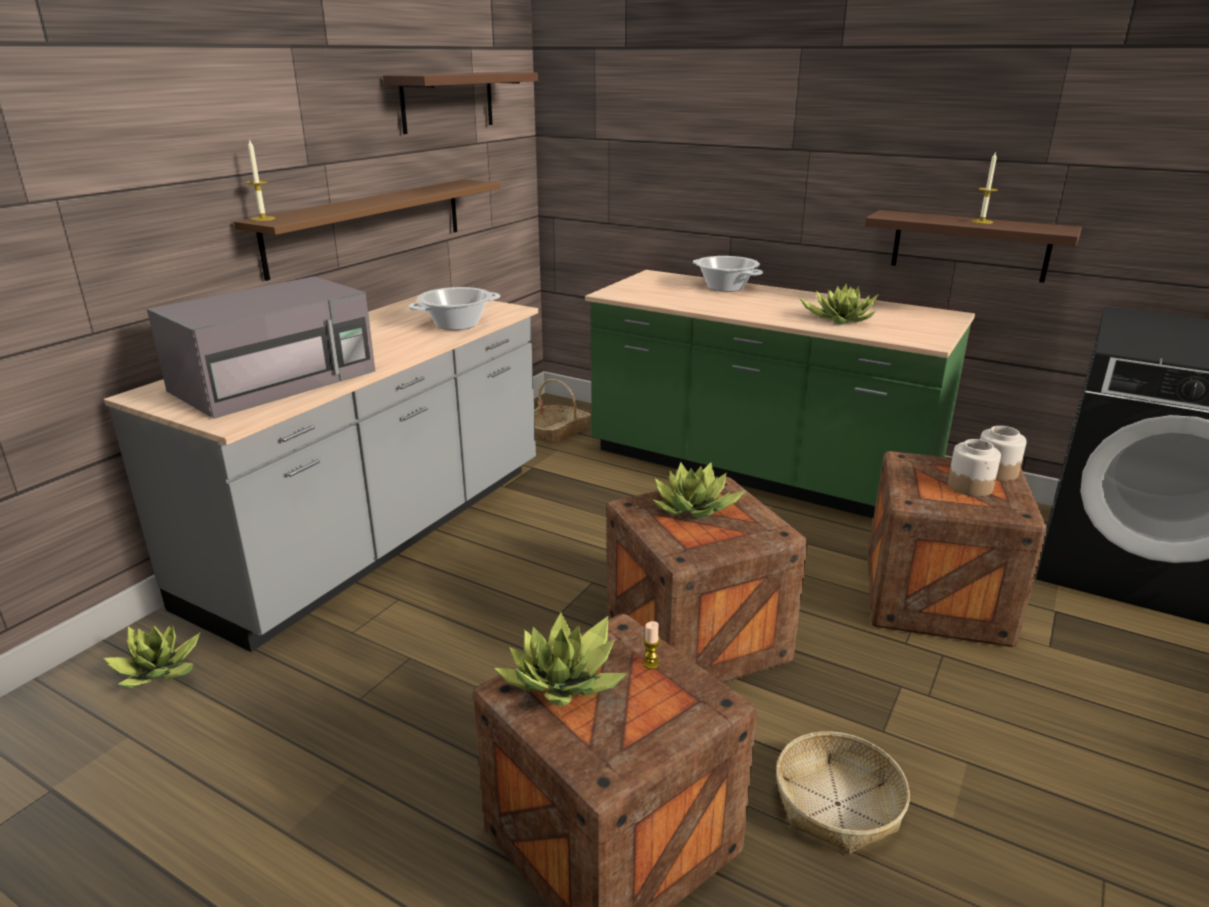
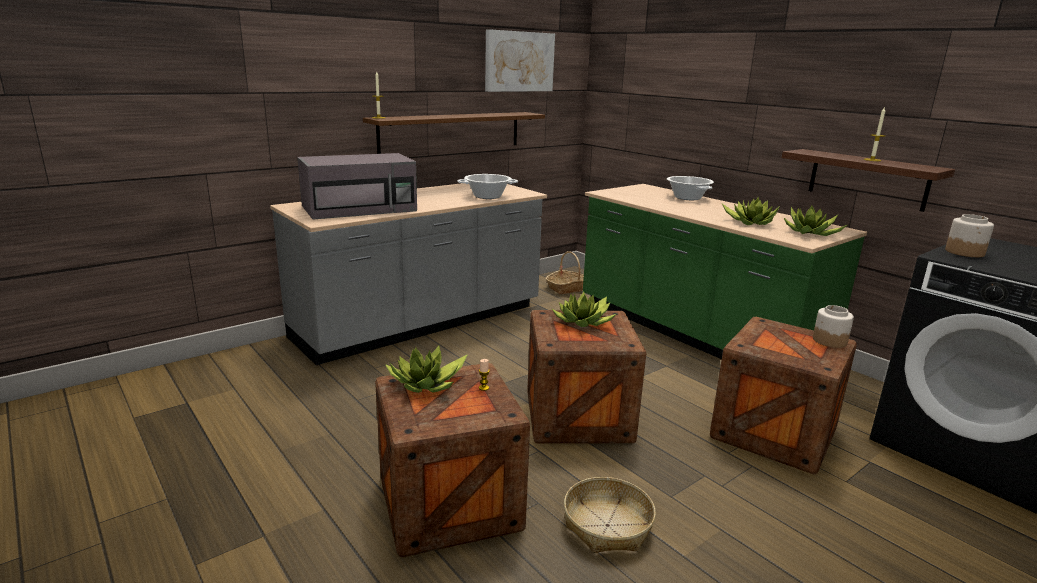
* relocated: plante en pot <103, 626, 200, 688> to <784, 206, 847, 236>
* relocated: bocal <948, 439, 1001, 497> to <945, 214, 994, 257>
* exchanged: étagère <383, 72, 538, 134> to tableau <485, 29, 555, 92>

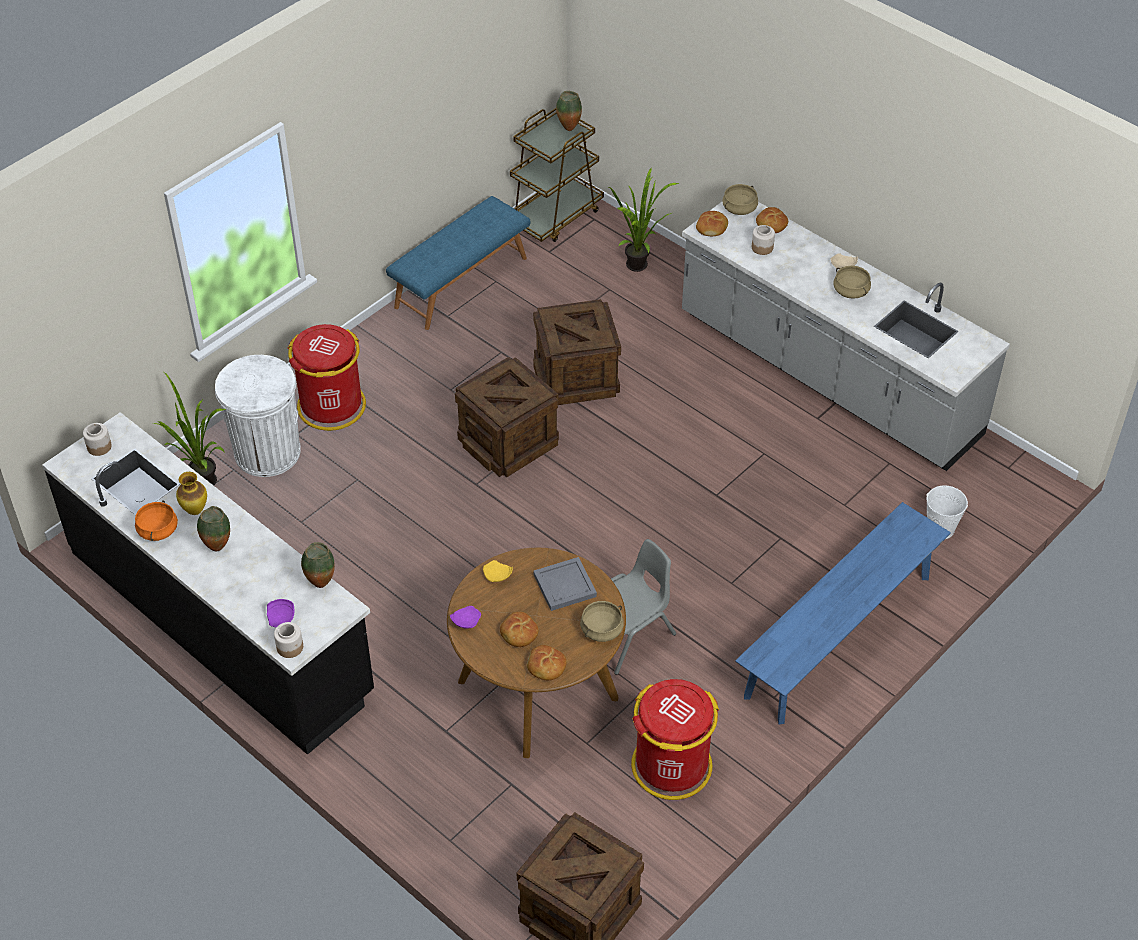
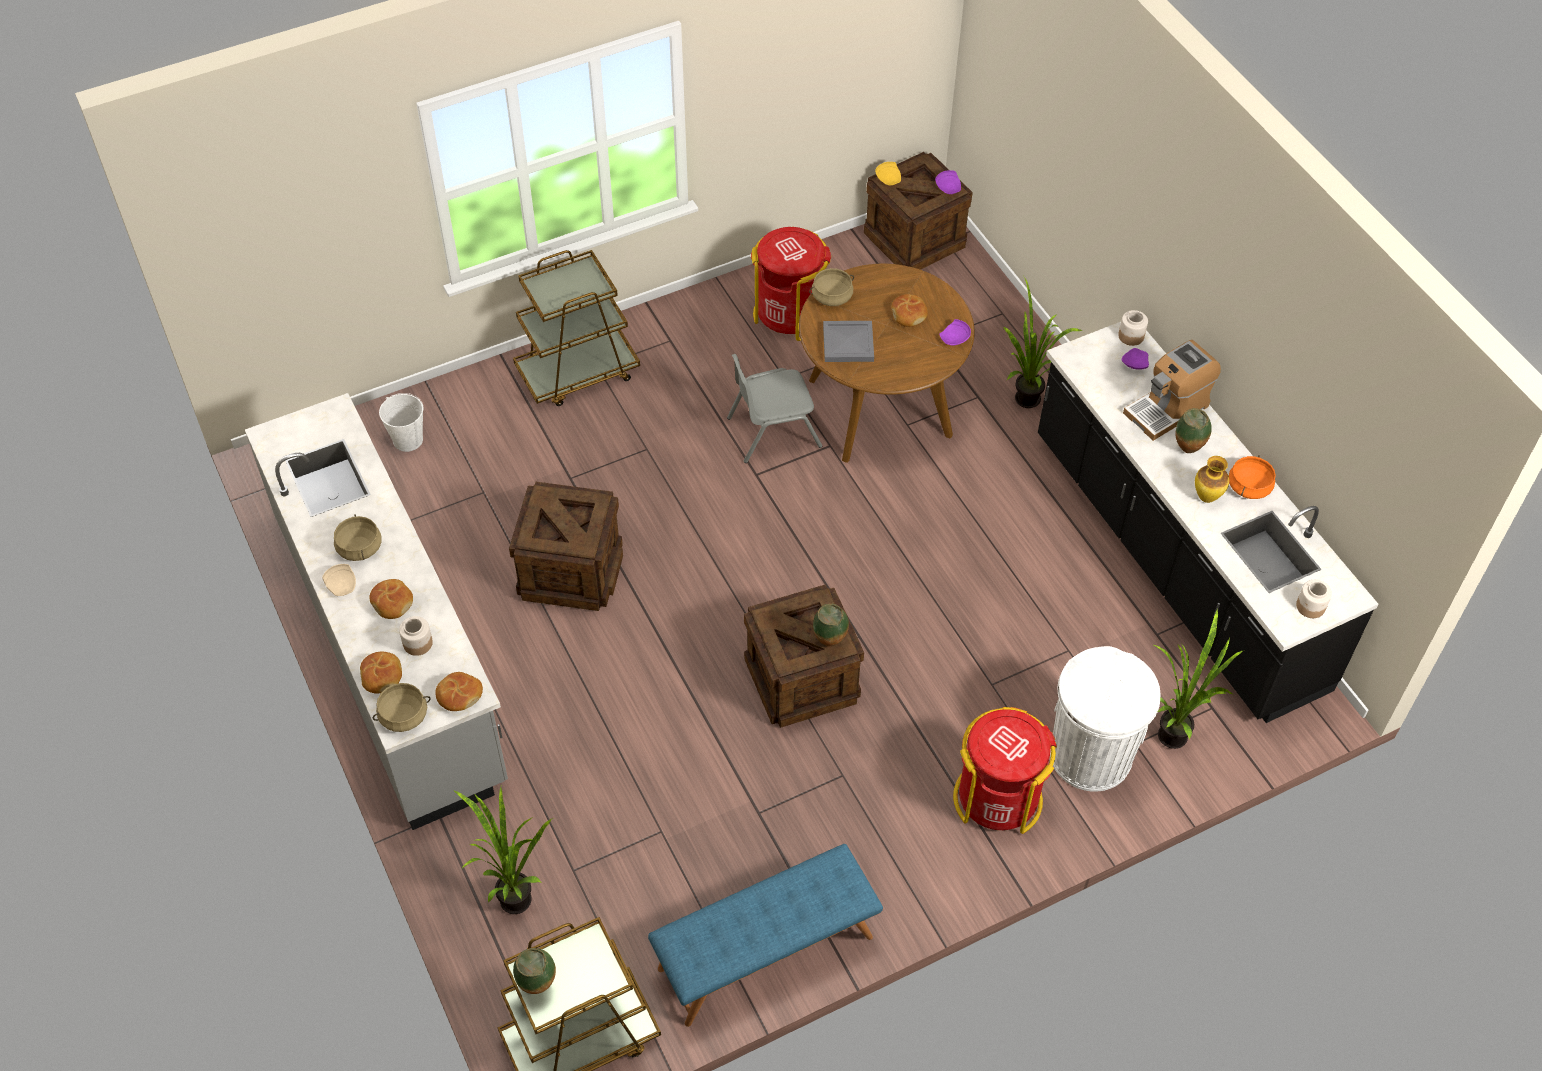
* appeared: assiette (violet) <935, 170, 961, 194>
* appeared: plante en pot <1004, 277, 1083, 408>
* appeared: machine à café <1123, 340, 1221, 441>
* relocated: vase <301, 542, 335, 588> to <813, 604, 849, 647>
* relocated: assiette (jaune) <483, 560, 513, 582> to <875, 162, 901, 185>
* relocated: pain <527, 645, 567, 680> to <369, 579, 413, 619>
* relocated: caisse <533, 299, 621, 405> to <509, 482, 623, 611>
* exchanged: banc (bleu) <735, 502, 951, 724> to chariot (marron) <513, 250, 640, 406>

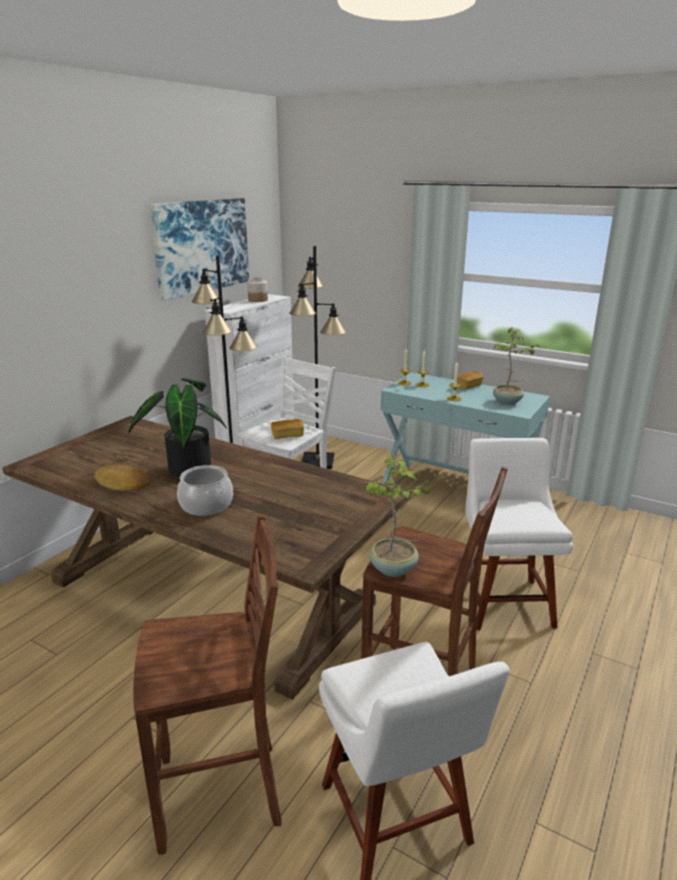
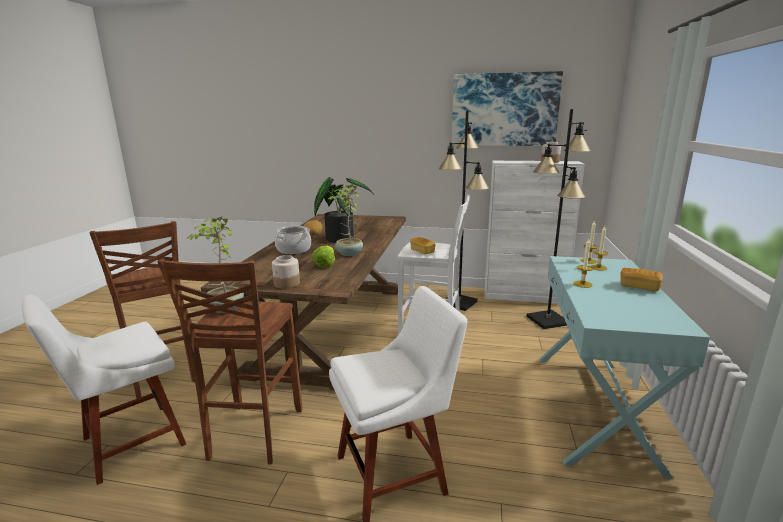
* appeared: bocal <272, 255, 300, 289>
* appeared: laitue <312, 246, 335, 267>
* relocated: plante en pot <492, 327, 539, 405> to <328, 184, 363, 256>

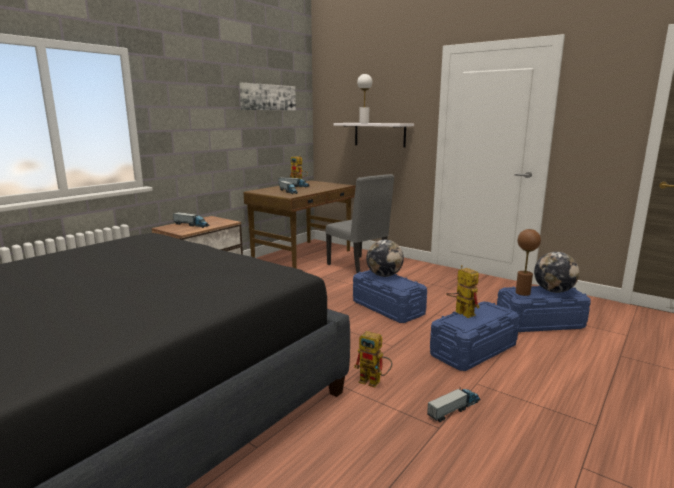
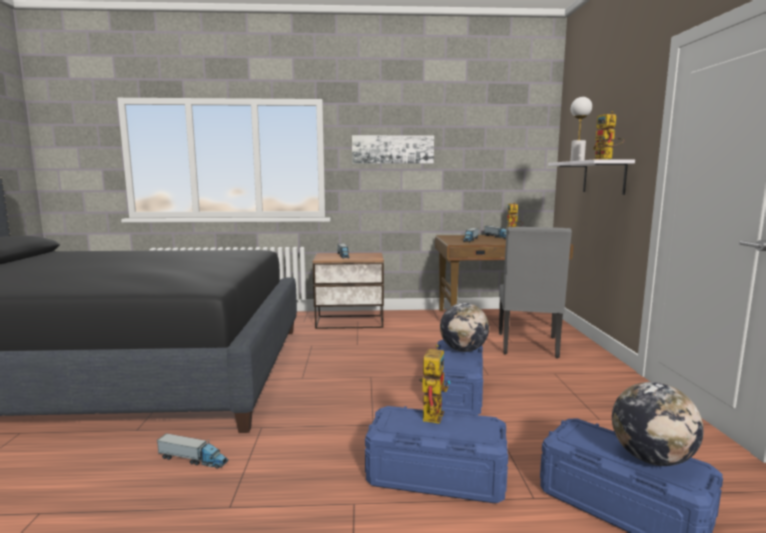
* missing: lampe de table (marron) <516, 229, 541, 296>
* relocated: tableau <239, 83, 296, 111> to <352, 135, 434, 164>
* relocated: robot jouet <354, 331, 392, 388> to <593, 111, 624, 160>
* relocated: camion jouet <427, 387, 481, 422> to <157, 433, 229, 469>

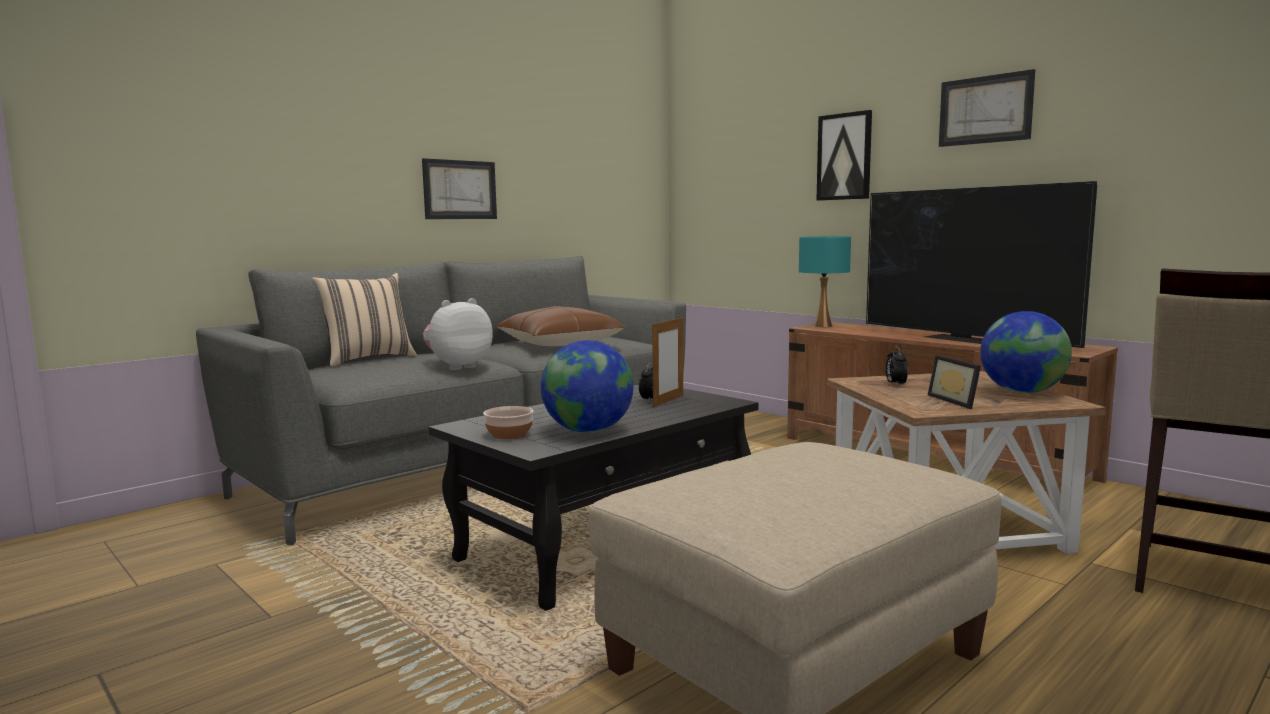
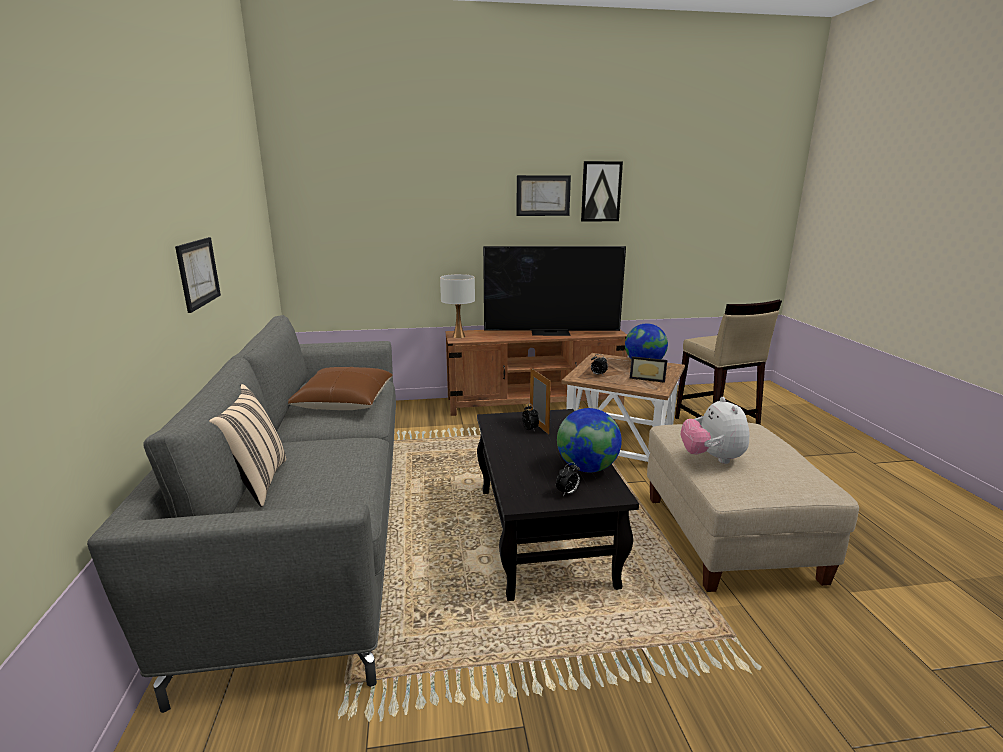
* relocated: peluche <423, 298, 493, 370> to <680, 397, 750, 464>
* relocated: tableau <816, 110, 872, 201> to <581, 161, 623, 222>
* exchanged: bol <483, 406, 533, 440> to réveil <556, 462, 581, 496>
* colour: lampe de table (turquoise) <799, 236, 851, 327> to lampe de table (blanc) <440, 274, 475, 338>

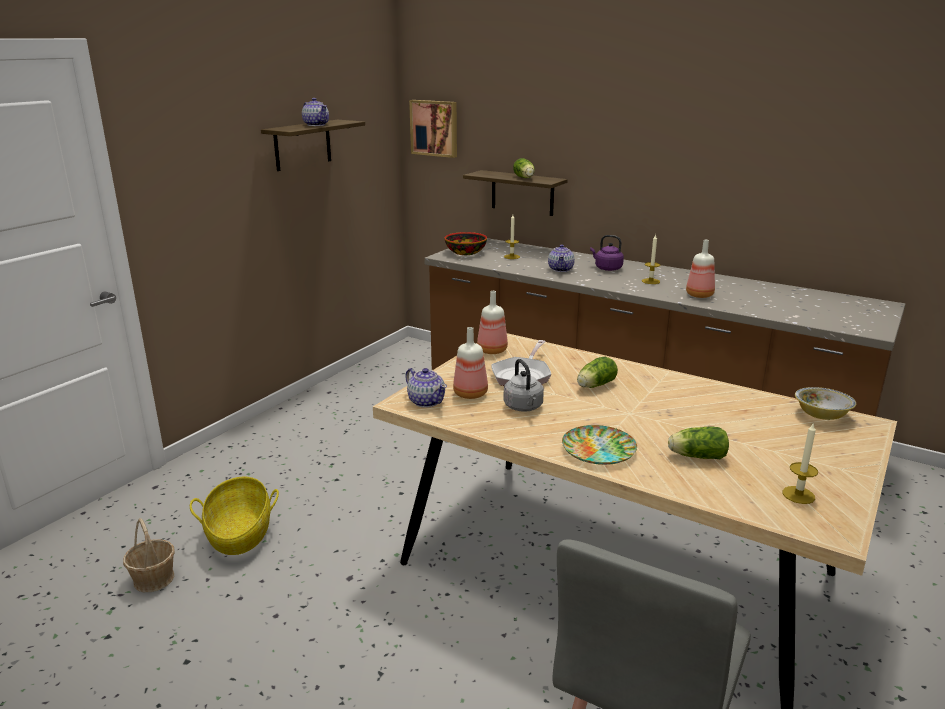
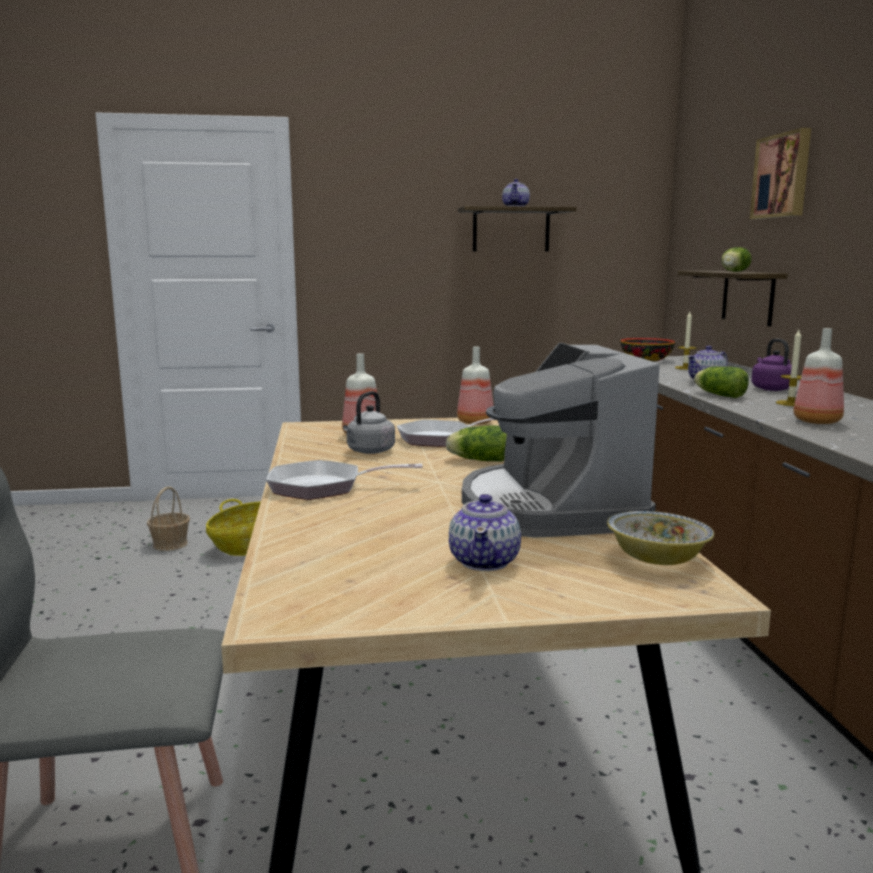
* missing: bougie <782, 422, 818, 504>
* appeared: machine à café <462, 343, 659, 538>
* relocated: théière <406, 368, 447, 408> to <449, 494, 521, 571>
* relocated: tableau <409, 100, 457, 158> to <750, 128, 811, 219>
* relocated: laitue <668, 426, 729, 459> to <694, 366, 749, 398>
* exchanged: assiette <562, 425, 637, 465> to poêle <266, 460, 423, 500>

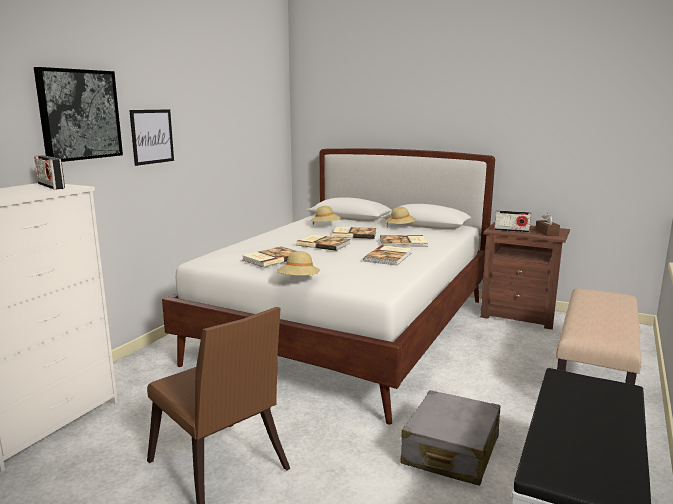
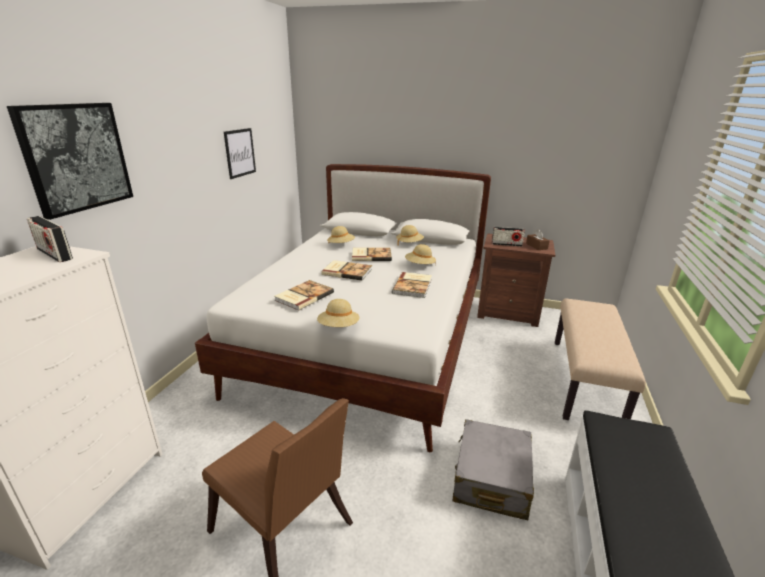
* relocated: tableau <129, 109, 174, 166> to <224, 128, 256, 179>
* exchanged: livre <380, 235, 428, 247> to chapeau (beige) <405, 244, 436, 265>

